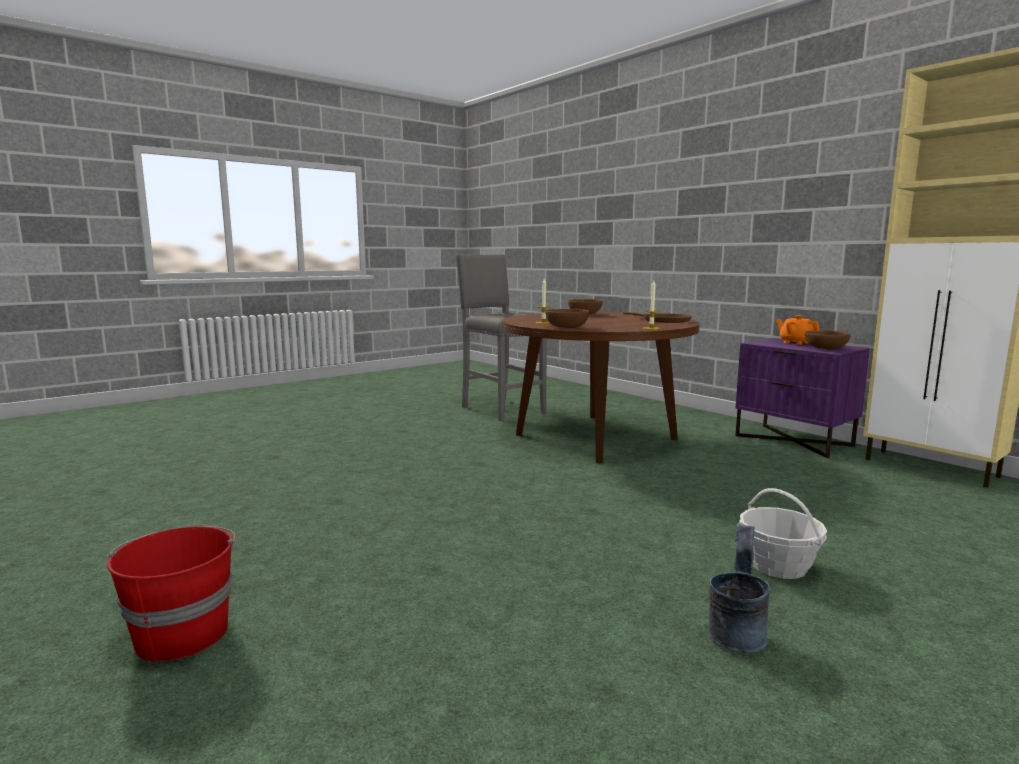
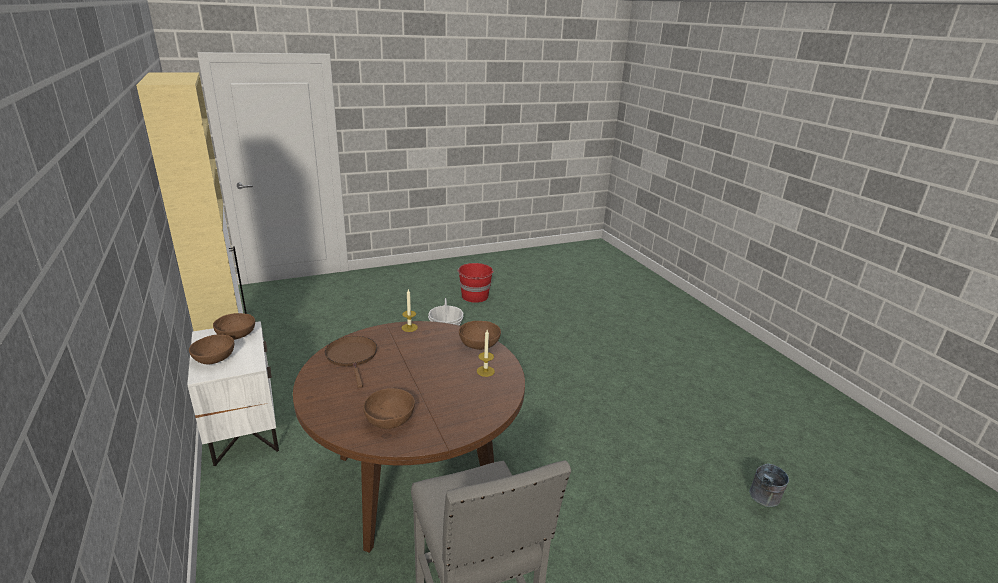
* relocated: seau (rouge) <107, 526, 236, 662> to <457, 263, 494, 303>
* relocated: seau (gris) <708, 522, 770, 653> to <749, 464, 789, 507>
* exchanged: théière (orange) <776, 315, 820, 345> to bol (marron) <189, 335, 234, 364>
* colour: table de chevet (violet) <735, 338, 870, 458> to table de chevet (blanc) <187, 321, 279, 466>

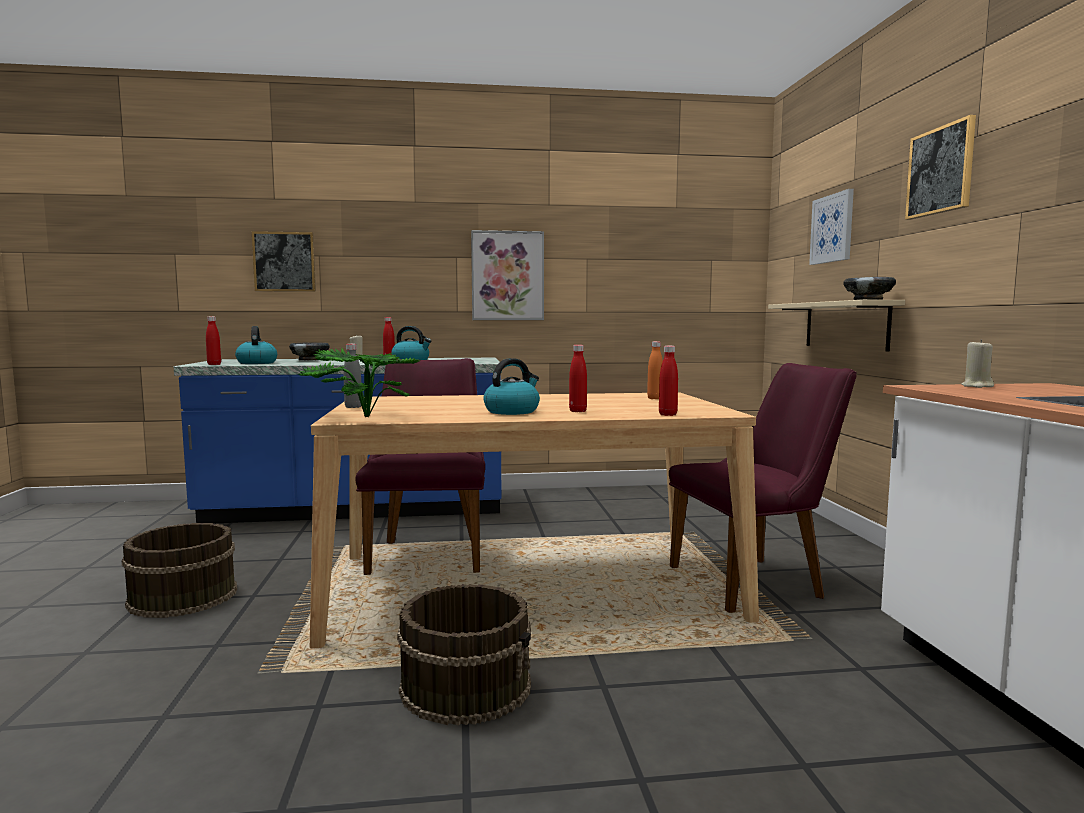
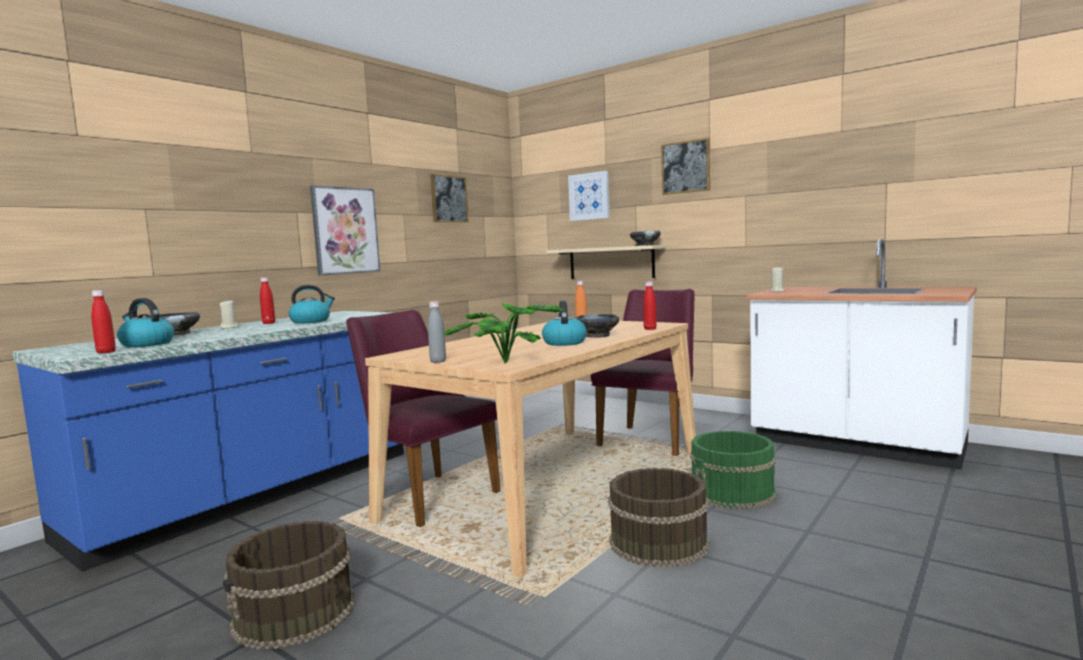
* appeared: seau (vert) <690, 431, 776, 509>
* relocated: tableau <252, 231, 316, 292> to <430, 174, 469, 223>
* exchanged: bouteille (rouge) <569, 345, 587, 412> to bol (noir) <575, 314, 619, 338>

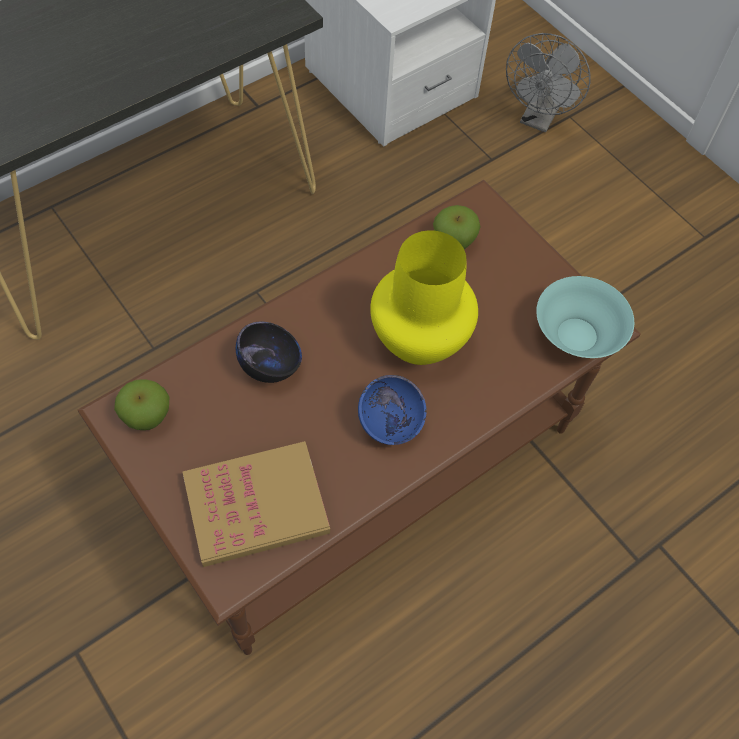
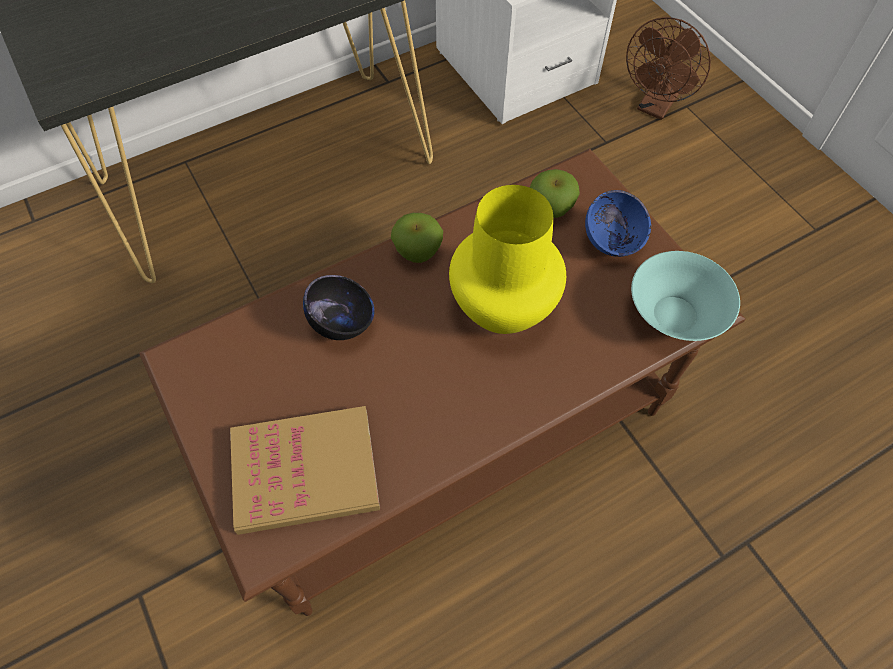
* relocated: pomme <114, 379, 169, 430> to <391, 213, 443, 263>
* relocated: bol (bleu) <358, 375, 427, 445> to <585, 190, 651, 257>
* colour: ventilateur (gris) <506, 33, 591, 132> to ventilateur (marron) <626, 17, 711, 120>

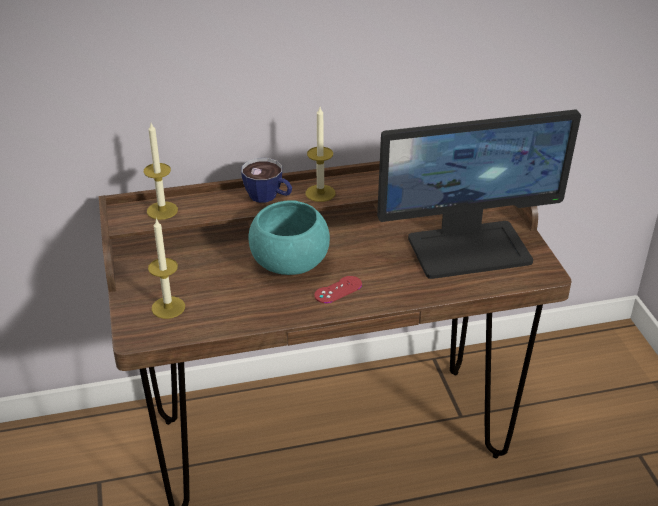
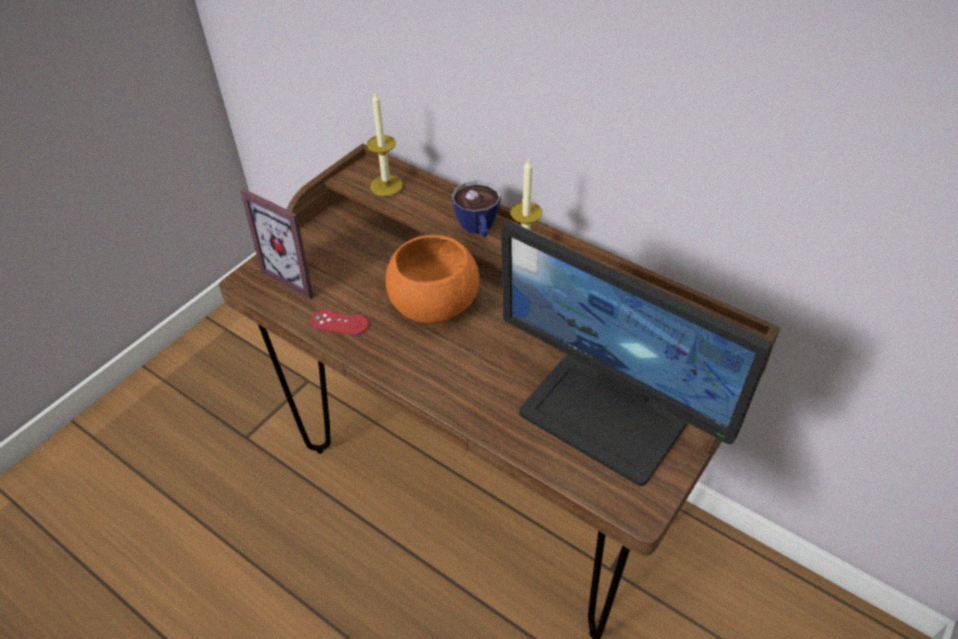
* relocated: manette (rouge) <314, 276, 362, 303> to <311, 310, 369, 335>
* exchanged: bougie <148, 218, 185, 319> to cadre photo <240, 189, 314, 299>
* colour: bol (turquoise) <248, 200, 330, 275> to bol (orange) <386, 235, 479, 323>

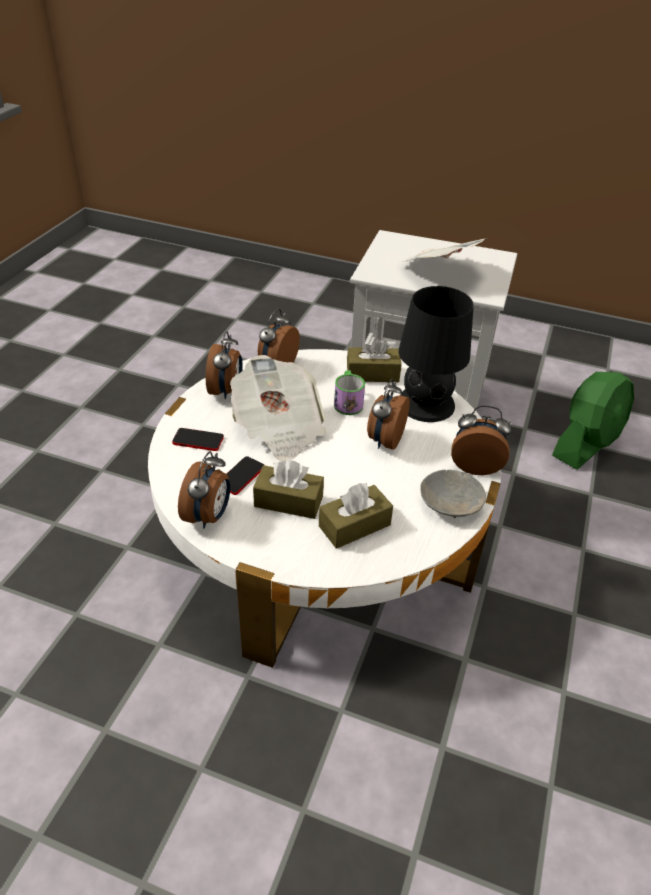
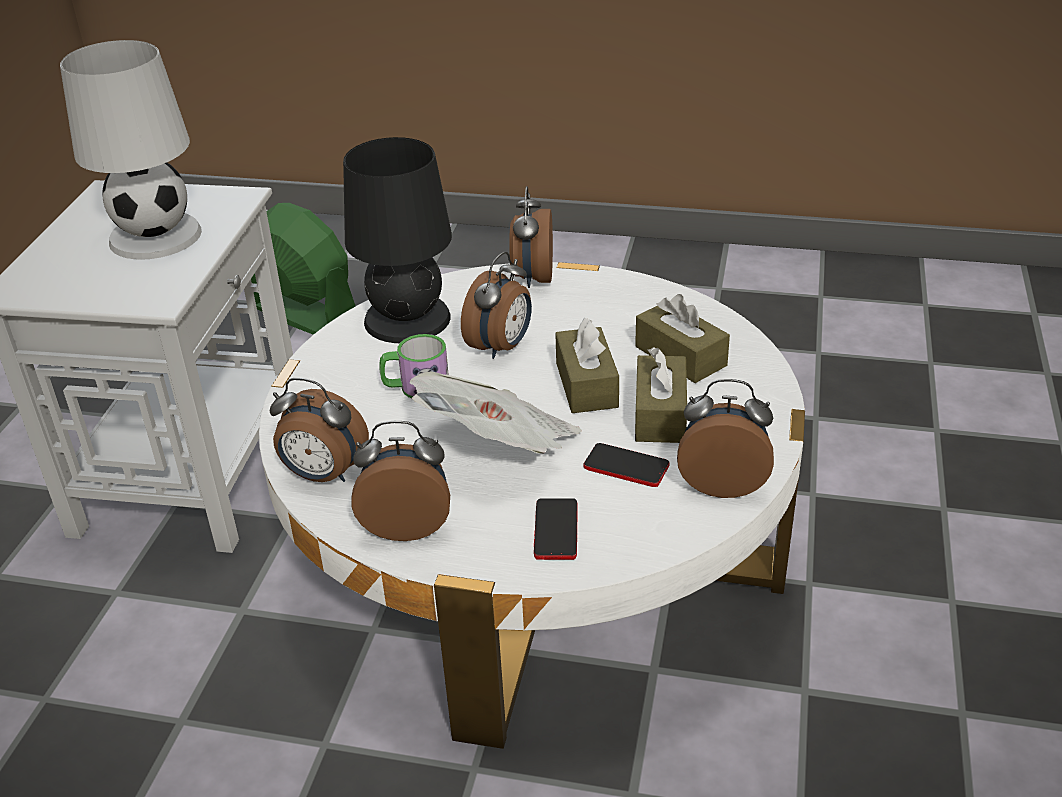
* missing: bol (gris) <420, 470, 486, 518>
* relocated: boîte à mouchoirs (marron) <347, 338, 402, 382> to <555, 317, 619, 413>
* exchanged: journal <402, 237, 490, 262> to lampe de table (blanc) <60, 40, 202, 260>
* spun: réveil <367, 379, 410, 450> = <461, 252, 532, 359> 75 degrees counterclockwise

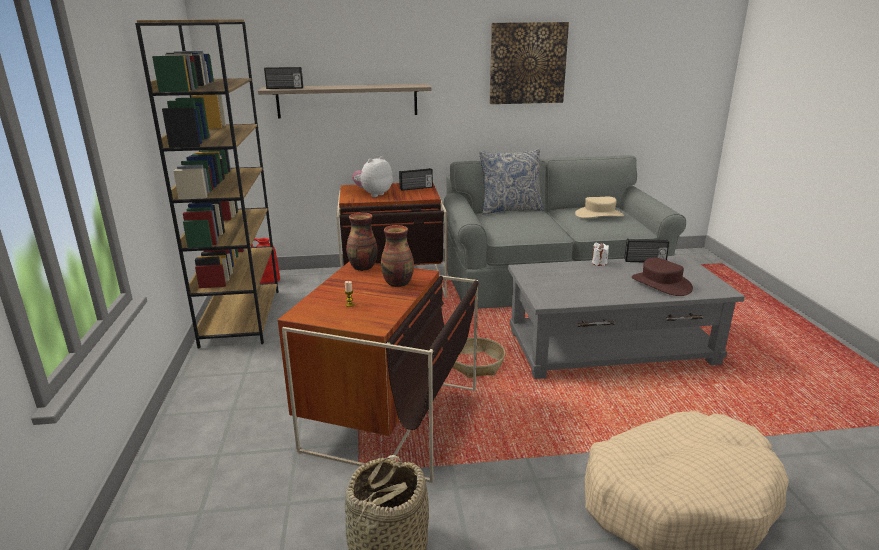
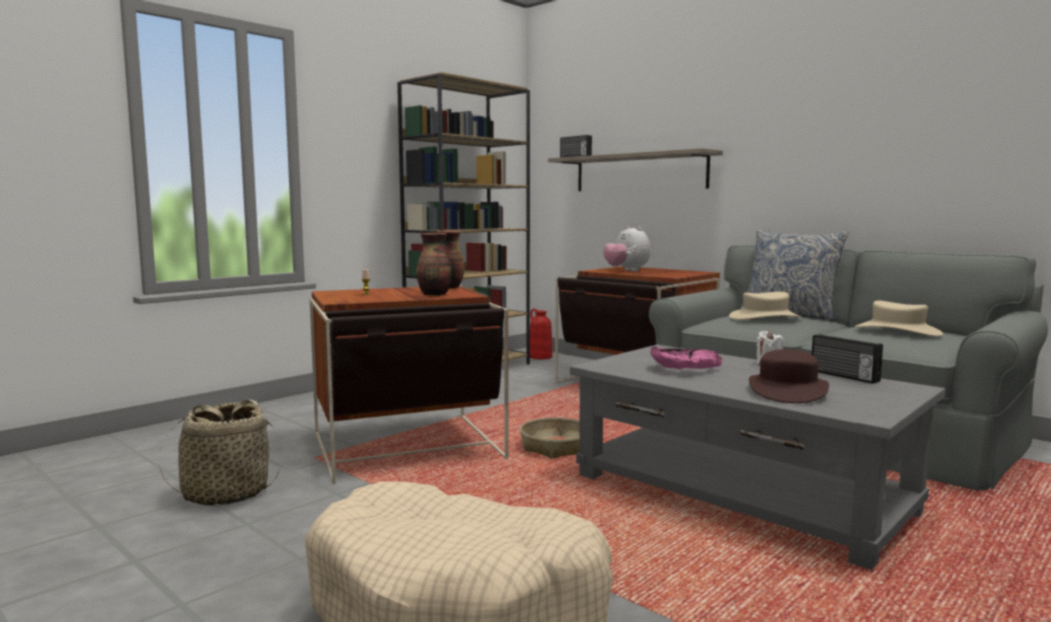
* missing: radio <399, 168, 433, 191>
* missing: tableau <490, 22, 569, 104>
* appeared: bol (rose) <651, 347, 722, 369>
* appeared: chapeau (beige) <729, 292, 802, 320>
* spun: peluche <352, 156, 393, 197> = <603, 226, 651, 271> 120 degrees counterclockwise

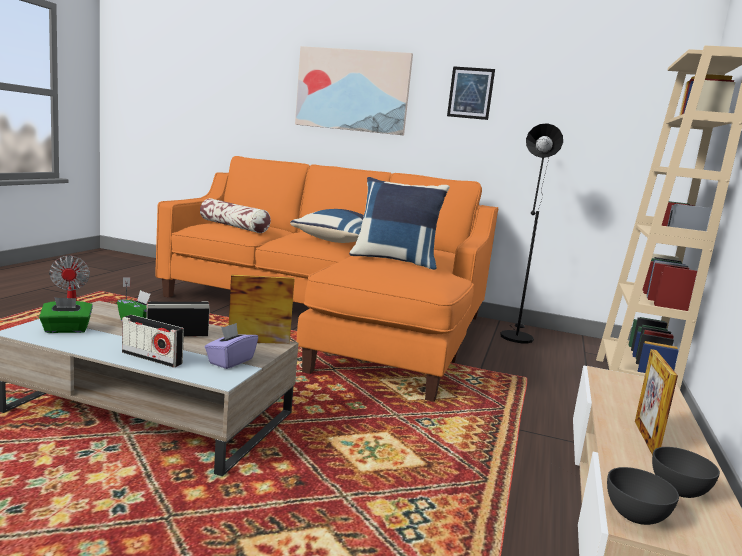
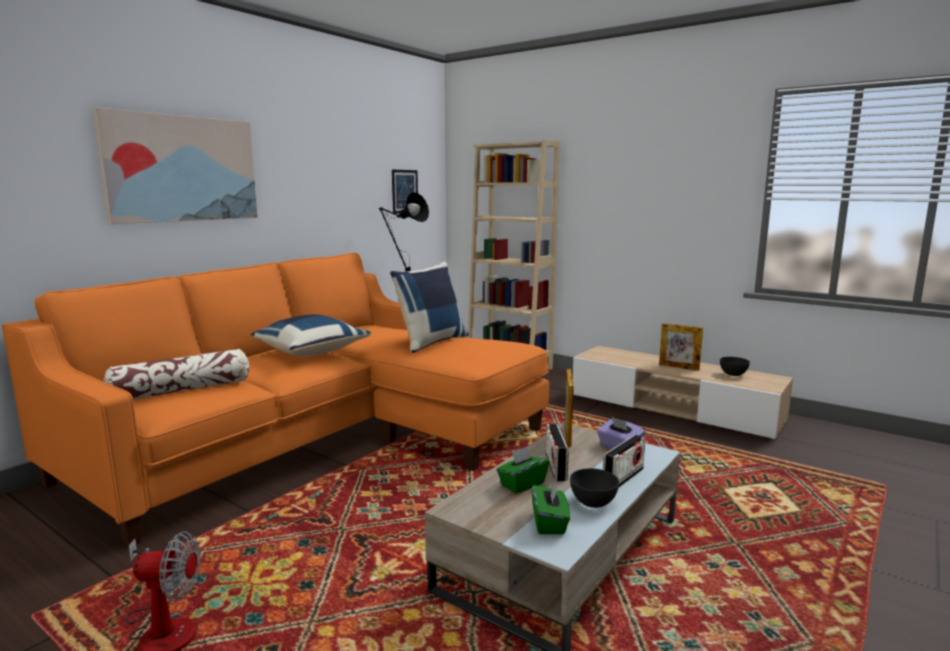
* relocated: tableau <447, 66, 495, 120> to <392, 170, 418, 214>
* relocated: bol (gris) <607, 467, 679, 525> to <570, 468, 619, 508>

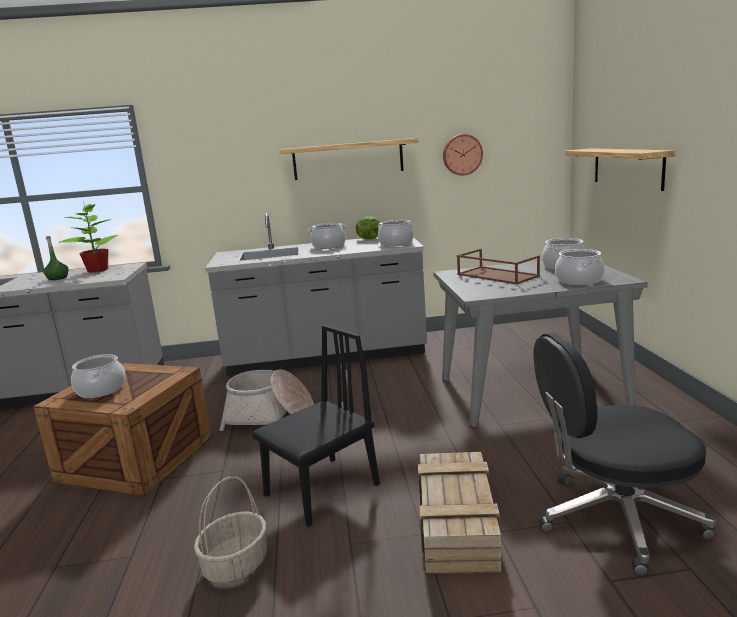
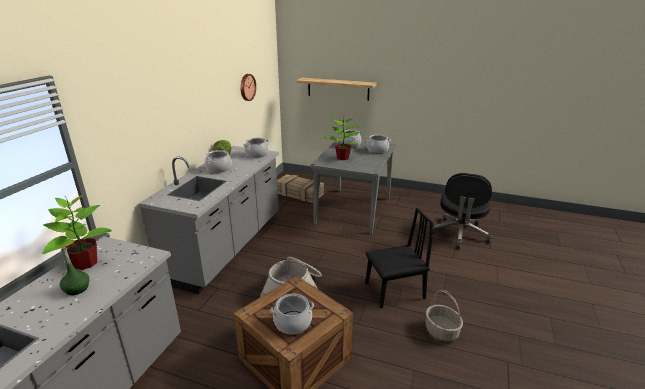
* missing: étagère <279, 138, 418, 180>
* relocated: caisse <418, 452, 501, 574> to <277, 174, 324, 203>
* exchanged: plateau (marron) <457, 249, 540, 284> to plante en pot <323, 119, 361, 160>
* spun: chaise (noir) <252, 325, 380, 527> = <365, 208, 433, 308> 90 degrees clockwise

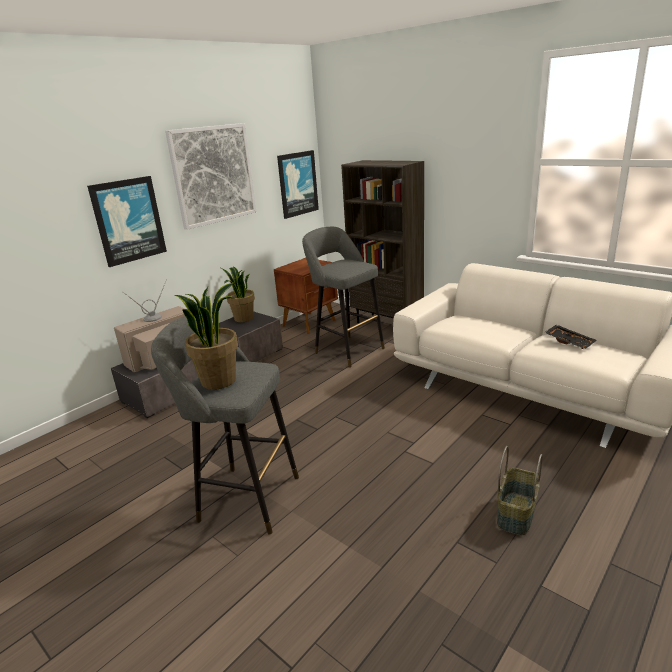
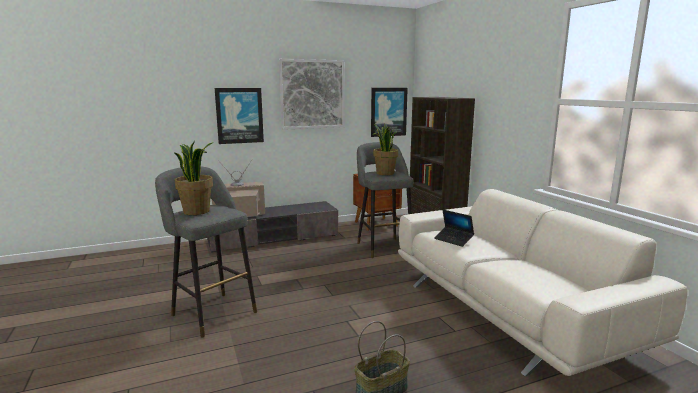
* missing: plateau (noir) <544, 324, 597, 349>
* appeared: ordinateur portable <434, 210, 474, 247>
* relocated: plante en pot <220, 266, 255, 322> to <372, 124, 398, 175>

